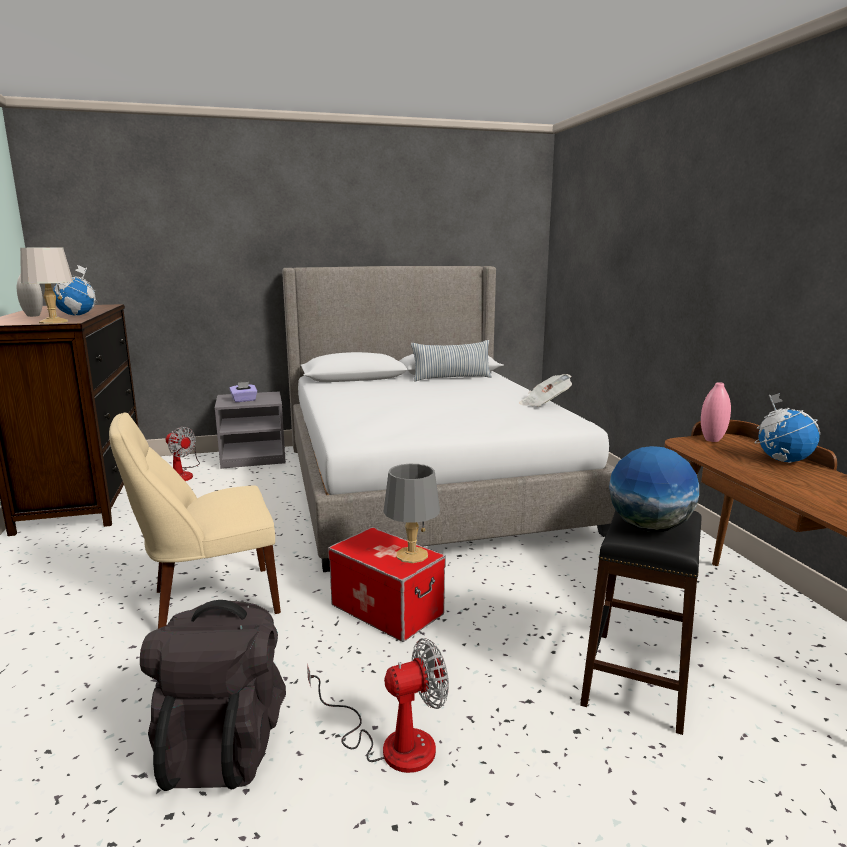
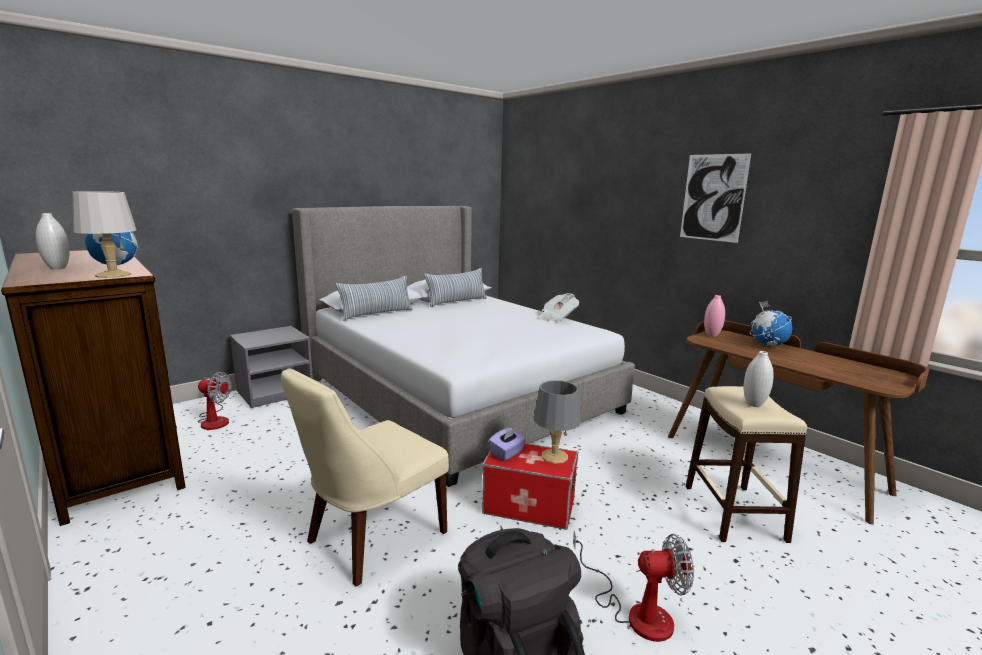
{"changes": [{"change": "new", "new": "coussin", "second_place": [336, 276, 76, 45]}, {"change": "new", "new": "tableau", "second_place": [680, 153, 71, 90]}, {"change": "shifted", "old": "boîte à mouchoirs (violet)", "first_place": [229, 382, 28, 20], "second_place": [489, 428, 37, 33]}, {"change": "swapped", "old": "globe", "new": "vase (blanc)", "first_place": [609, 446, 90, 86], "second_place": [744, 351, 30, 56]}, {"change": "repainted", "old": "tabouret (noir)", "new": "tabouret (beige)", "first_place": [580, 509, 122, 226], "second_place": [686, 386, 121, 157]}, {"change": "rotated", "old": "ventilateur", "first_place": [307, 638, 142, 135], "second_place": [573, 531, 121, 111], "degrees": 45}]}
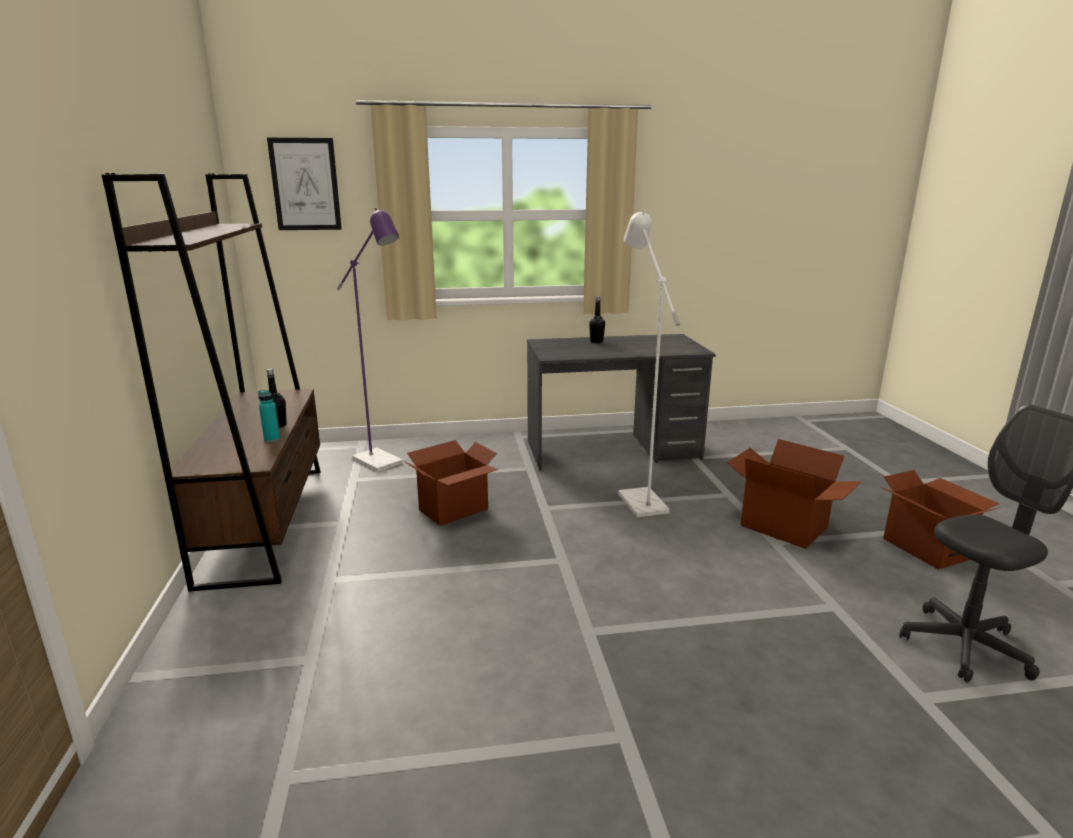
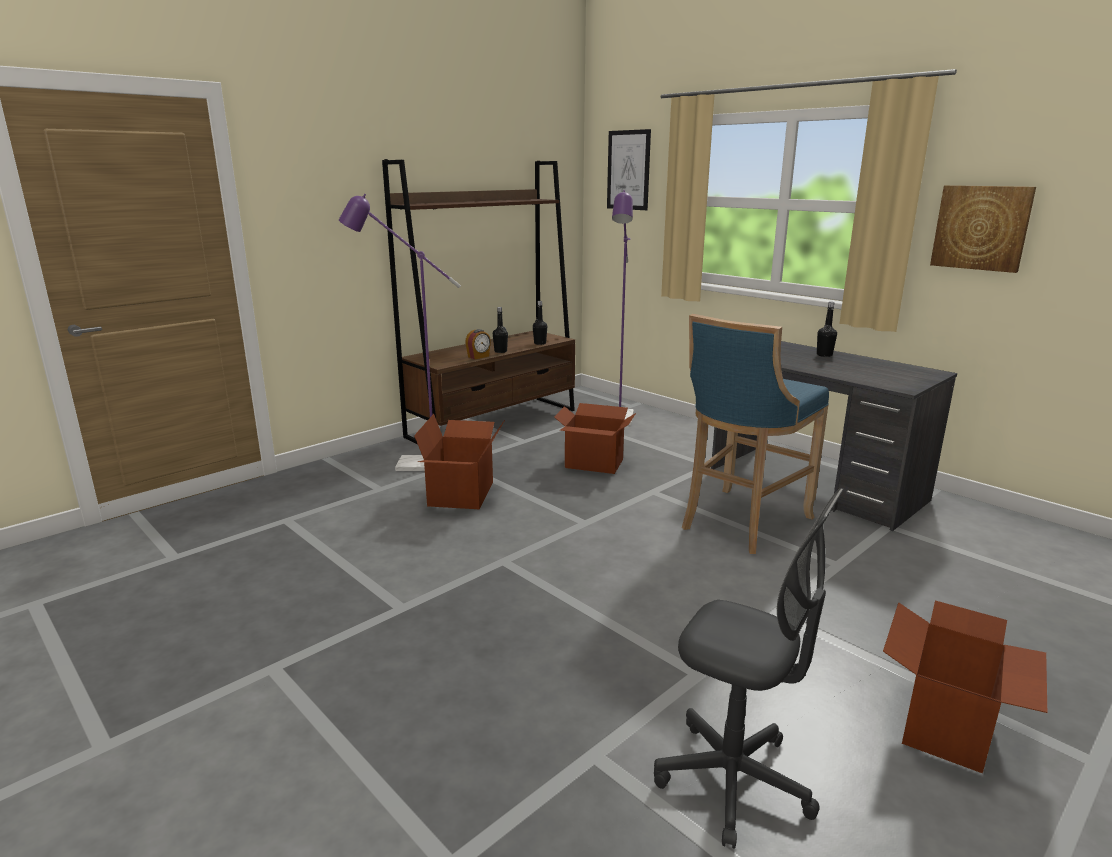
{"changes": [{"change": "new", "new": "lampadaire (violet)", "second_place": [339, 194, 122, 277]}, {"change": "new", "new": "bouteille (noir)", "second_place": [533, 301, 14, 44]}, {"change": "new", "new": "tableau", "second_place": [930, 185, 106, 88]}, {"change": "shifted", "old": "carton", "first_place": [727, 439, 135, 110], "second_place": [414, 414, 91, 95]}, {"change": "swapped", "old": "bouteille (turquoise)", "new": "réveil", "first_place": [258, 390, 22, 52], "second_place": [465, 329, 26, 30]}, {"change": "swapped", "old": "lampadaire (blanc)", "new": "tabouret (bleu)", "first_place": [618, 210, 62, 307], "second_place": [682, 314, 147, 240]}]}
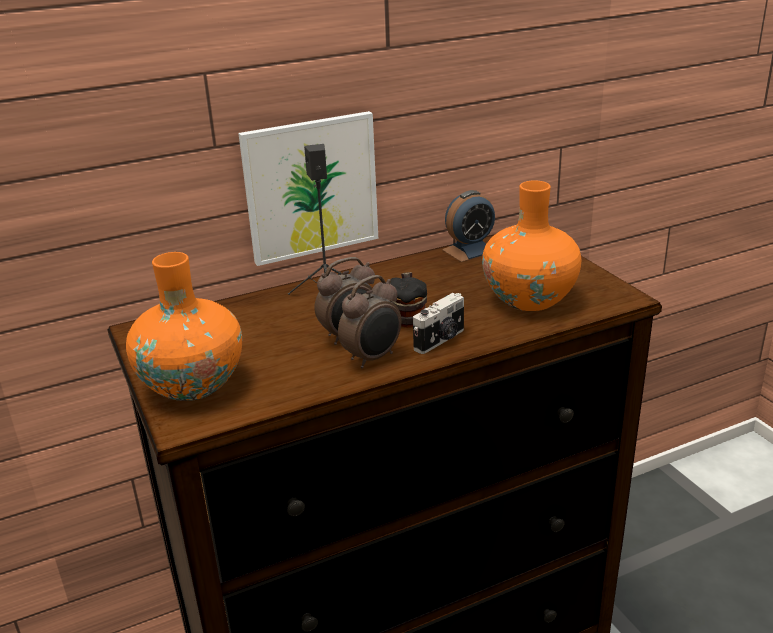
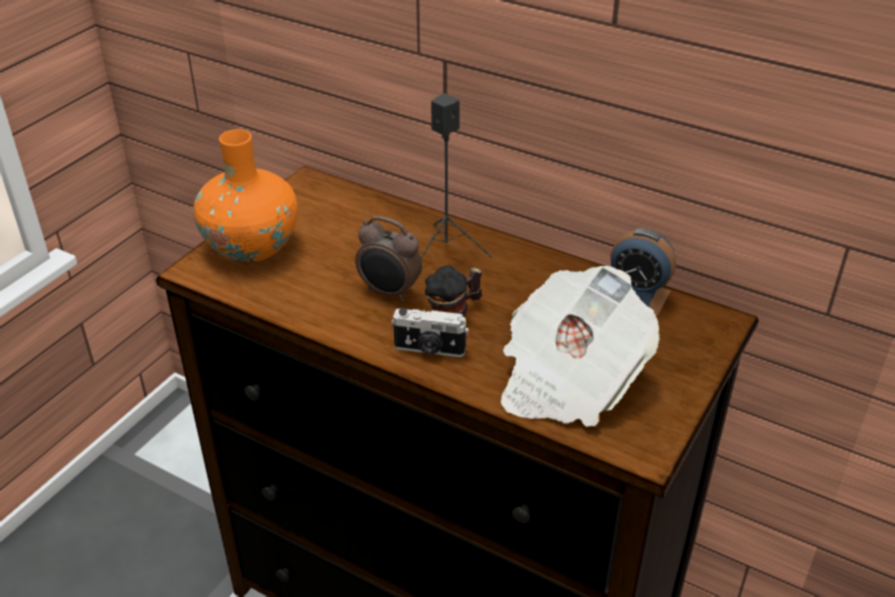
{"changes": [{"change": "gone", "old": "tableau", "first_place": [238, 111, 140, 155]}, {"change": "gone", "old": "réveil", "first_place": [338, 275, 63, 93]}, {"change": "swapped", "old": "vase (orange)", "new": "journal", "first_place": [482, 180, 99, 131], "second_place": [501, 266, 159, 161]}]}
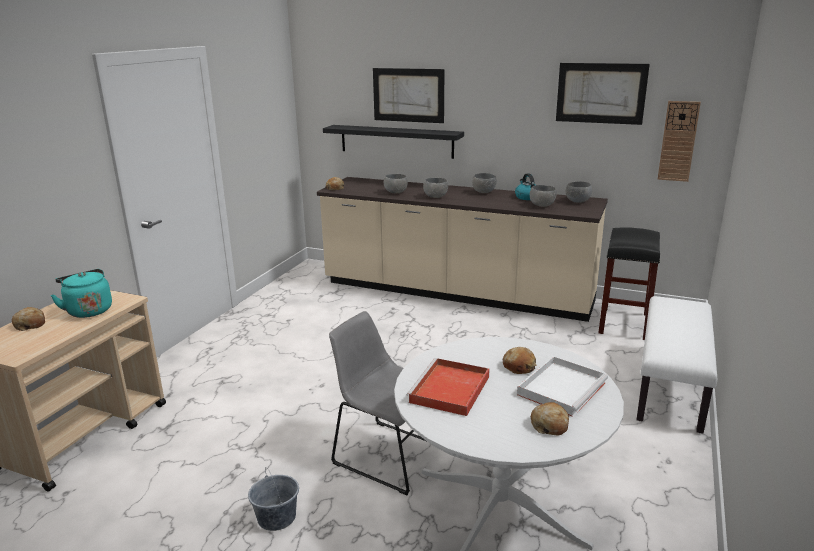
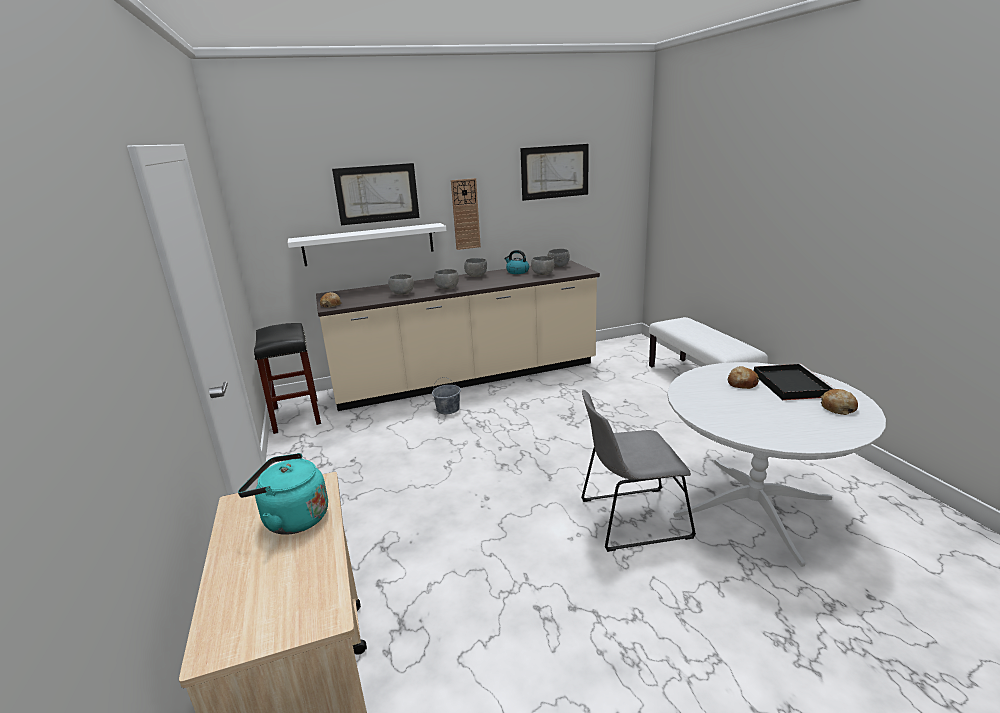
{"changes": [{"change": "gone", "old": "pain", "first_place": [12, 307, 33, 24]}, {"change": "gone", "old": "plateau (rouge)", "first_place": [406, 358, 83, 58]}, {"change": "shifted", "old": "seau (gris)", "first_place": [248, 467, 51, 64], "second_place": [432, 377, 29, 37]}, {"change": "shifted", "old": "tabouret (noir)", "first_place": [598, 227, 62, 113], "second_place": [254, 323, 67, 111]}, {"change": "shifted", "old": "horloge murale", "first_place": [658, 101, 43, 81], "second_place": [451, 178, 30, 72]}, {"change": "repainted", "old": "étagère (noir)", "new": "étagère (blanc)", "first_place": [323, 125, 141, 34], "second_place": [288, 223, 158, 43]}, {"change": "repainted", "old": "plateau (blanc)", "new": "plateau (noir)", "first_place": [517, 356, 91, 61], "second_place": [754, 364, 81, 36]}]}
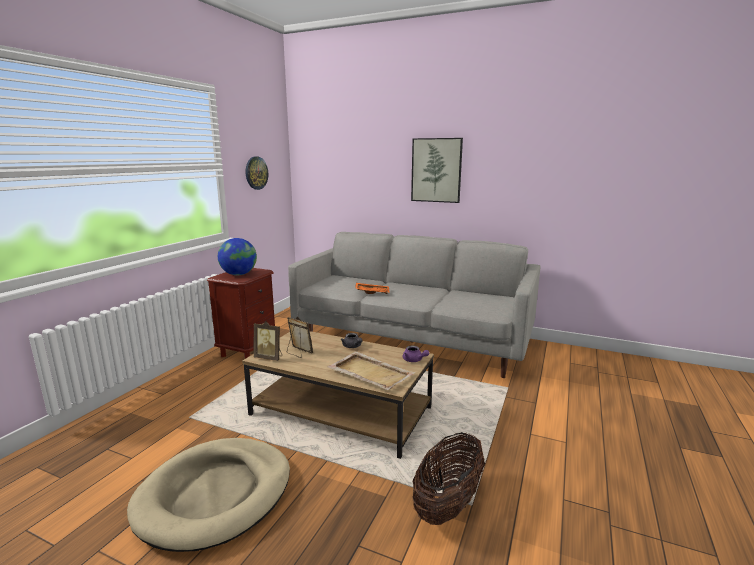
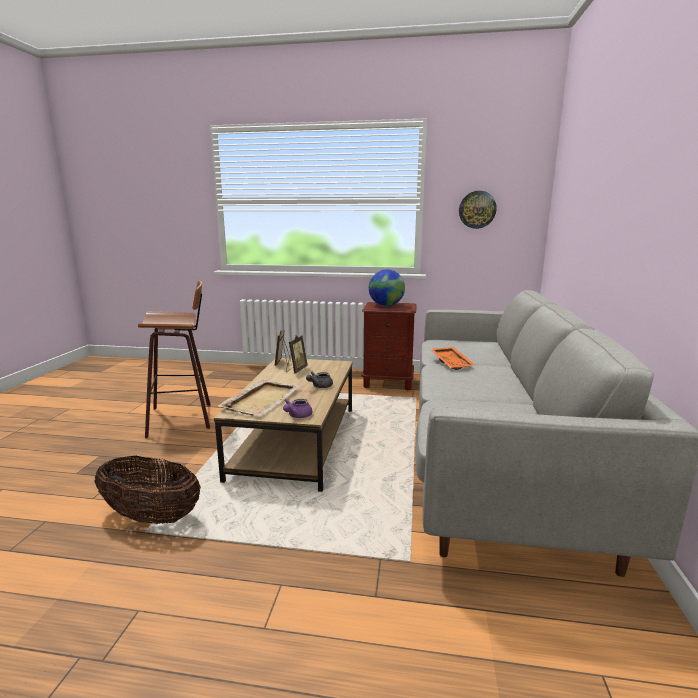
{"changes": [{"change": "gone", "old": "tableau", "first_place": [411, 138, 52, 65]}, {"change": "swapped", "old": "panier pour chien (beige)", "new": "tabouret", "first_place": [127, 438, 163, 114], "second_place": [138, 281, 72, 157]}]}
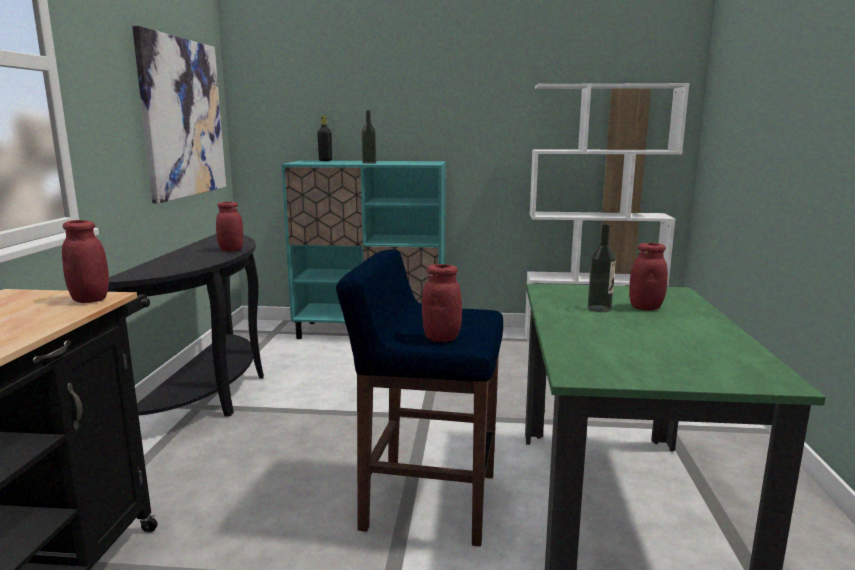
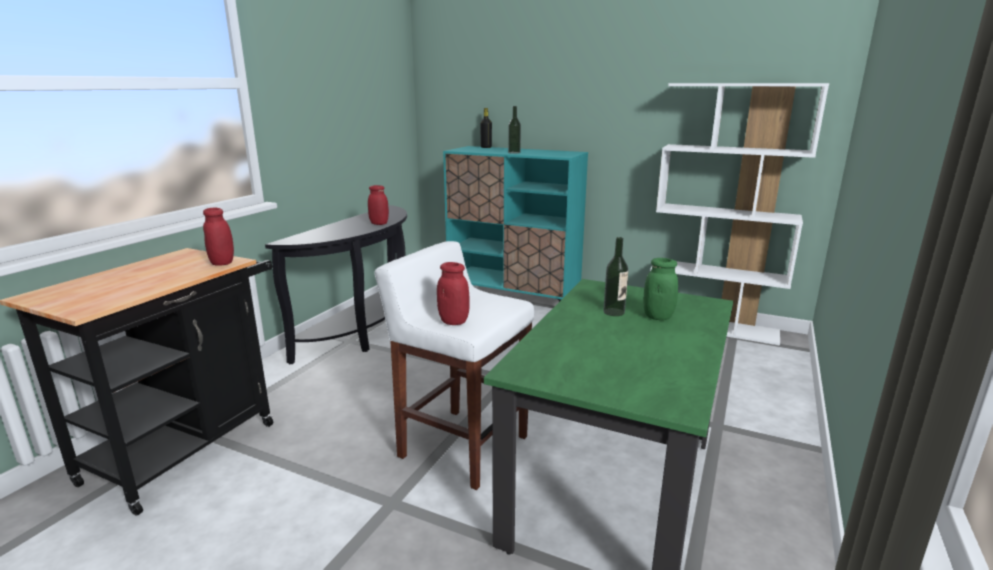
{"changes": [{"change": "gone", "old": "tableau", "first_place": [132, 26, 94, 177]}, {"change": "repainted", "old": "tabouret (bleu)", "new": "tabouret (blanc)", "first_place": [336, 250, 167, 297], "second_place": [374, 241, 160, 249]}, {"change": "repainted", "old": "bocal (rouge)", "new": "bocal (vert)", "first_place": [629, 243, 39, 67], "second_place": [643, 258, 35, 62]}]}
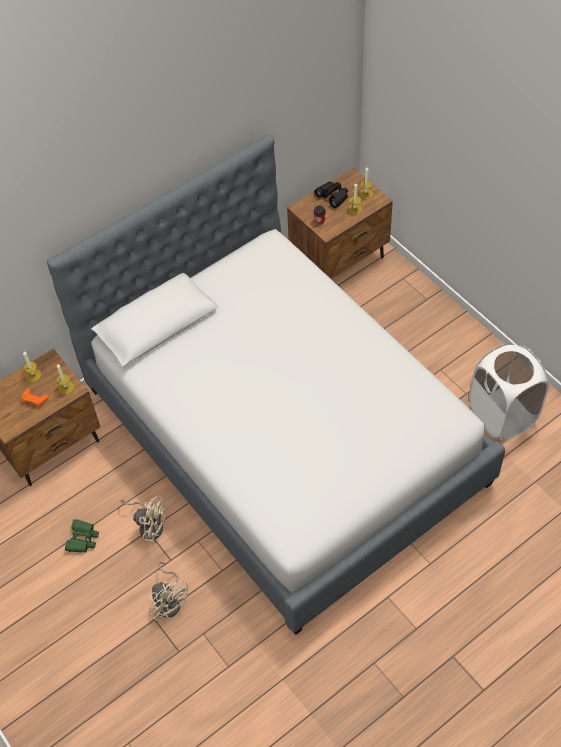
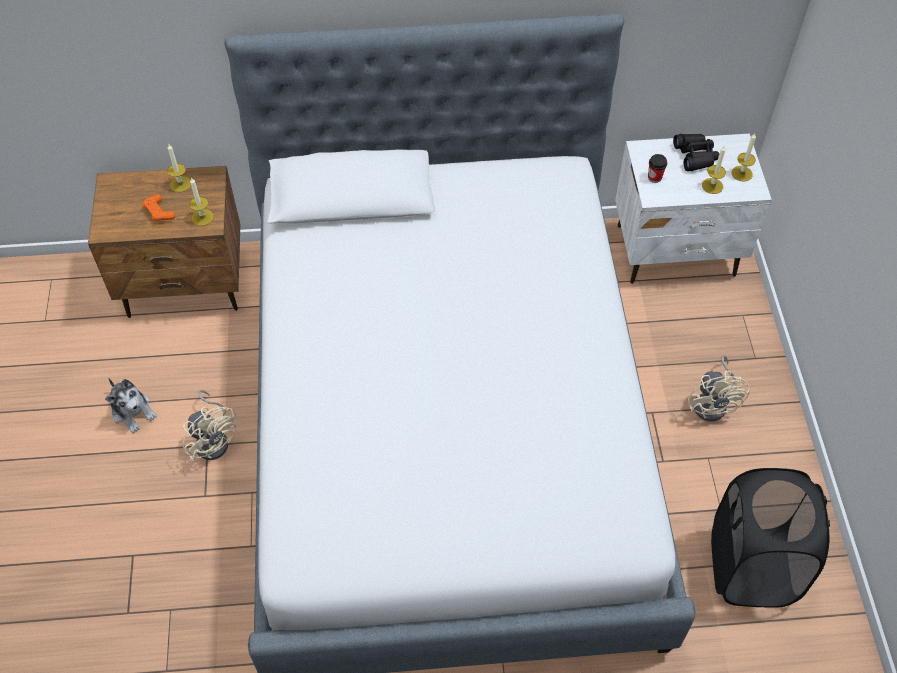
{"changes": [{"change": "shifted", "old": "ventilateur (beige)", "first_place": [149, 562, 39, 59], "second_place": [688, 355, 62, 67]}, {"change": "swapped", "old": "jumelles (vert)", "new": "peluche", "first_place": [65, 519, 34, 34], "second_place": [105, 377, 52, 56]}, {"change": "repainted", "old": "table de chevet (marron)", "new": "table de chevet (blanc)", "first_place": [287, 168, 106, 111], "second_place": [615, 134, 157, 150]}, {"change": "repainted", "old": "panier à linge (blanc)", "new": "panier à linge (noir)", "first_place": [469, 343, 80, 97], "second_place": [711, 468, 119, 140]}]}
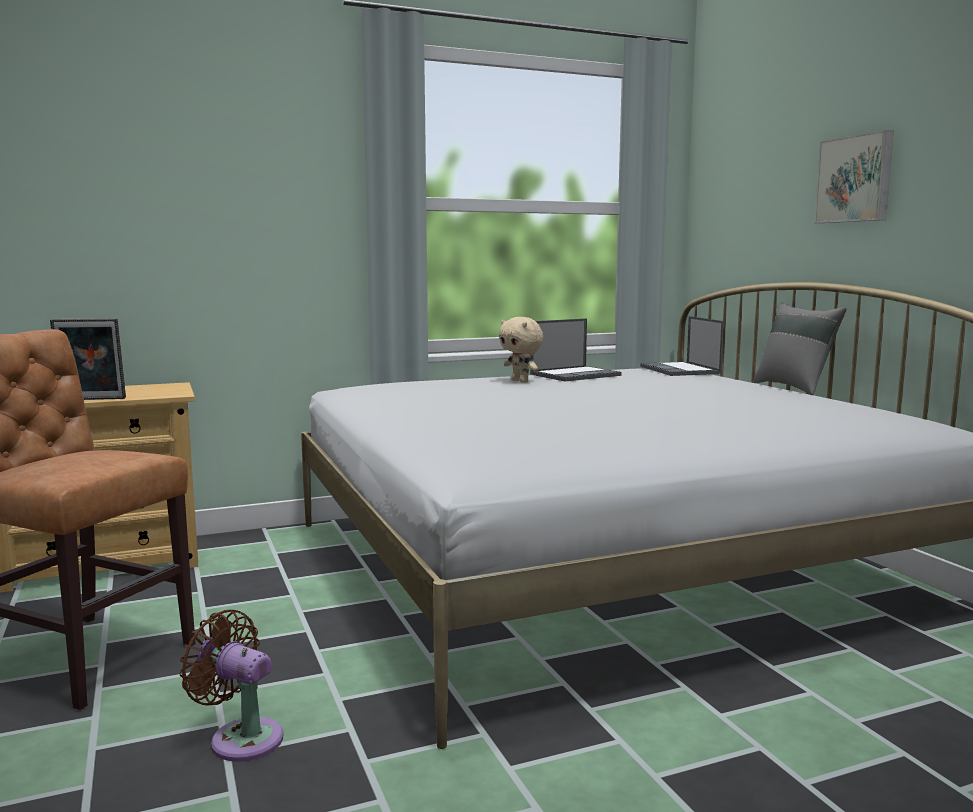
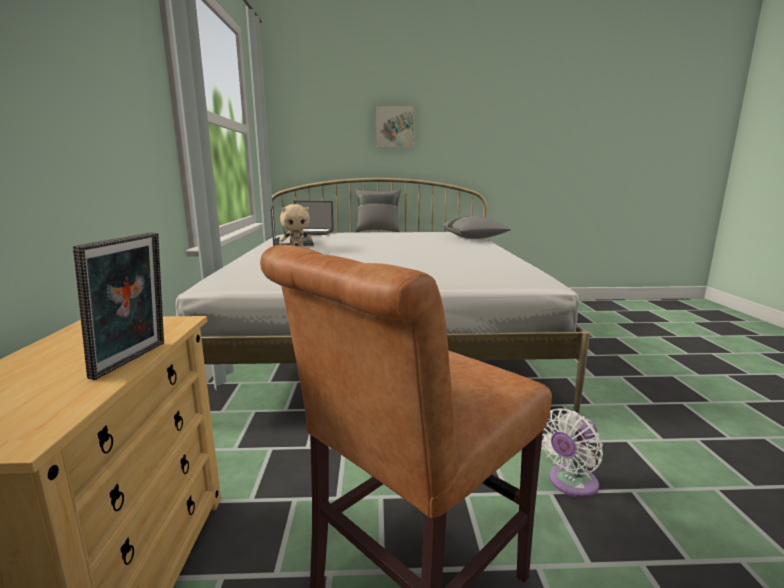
{"changes": [{"change": "new", "new": "coussin (gris)", "second_place": [442, 216, 69, 23]}, {"change": "repainted", "old": "ventilateur (marron)", "new": "ventilateur (blanc)", "first_place": [179, 610, 104, 152], "second_place": [541, 408, 62, 90]}]}
